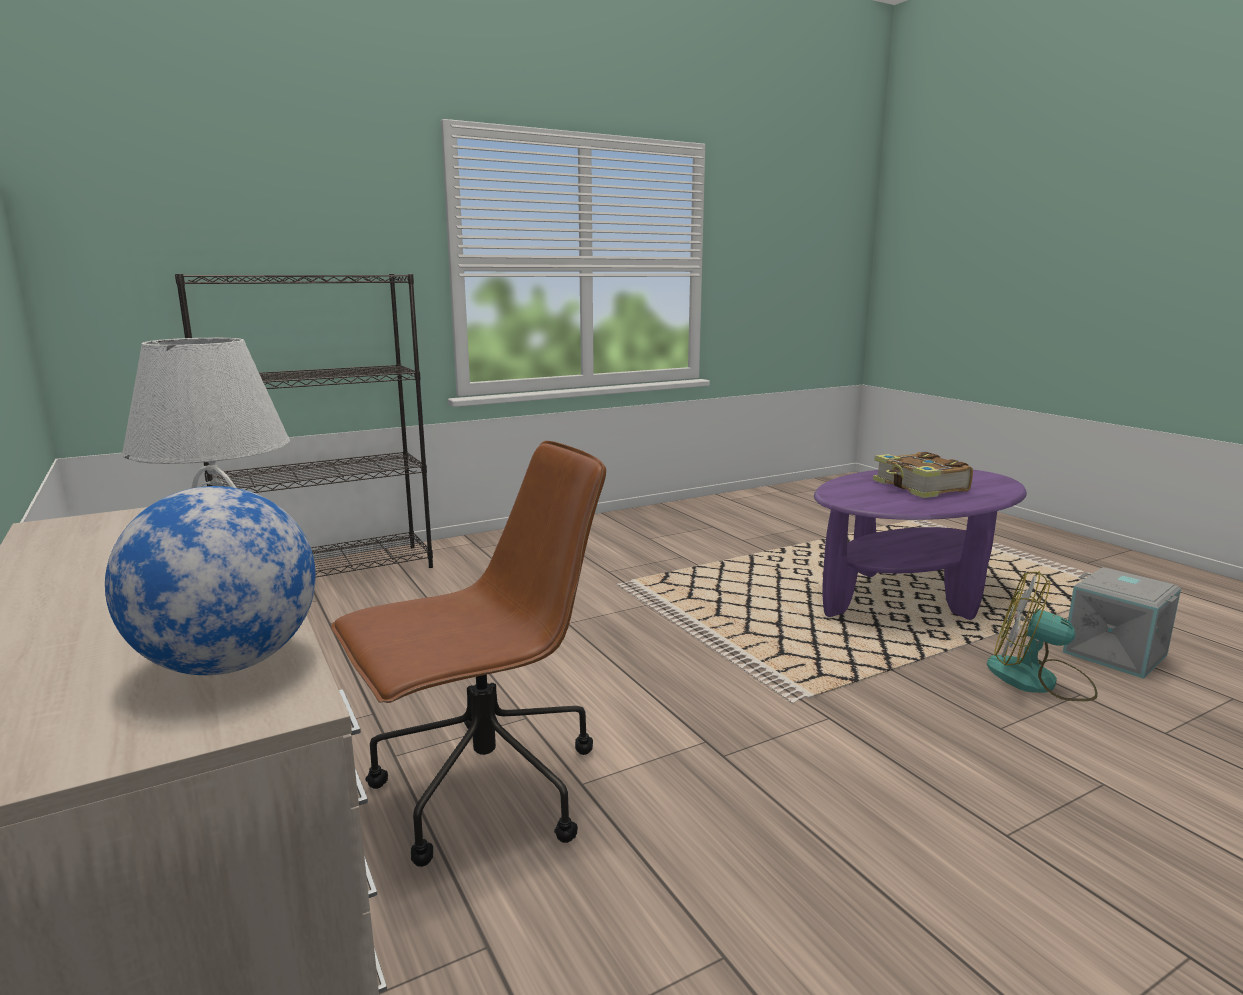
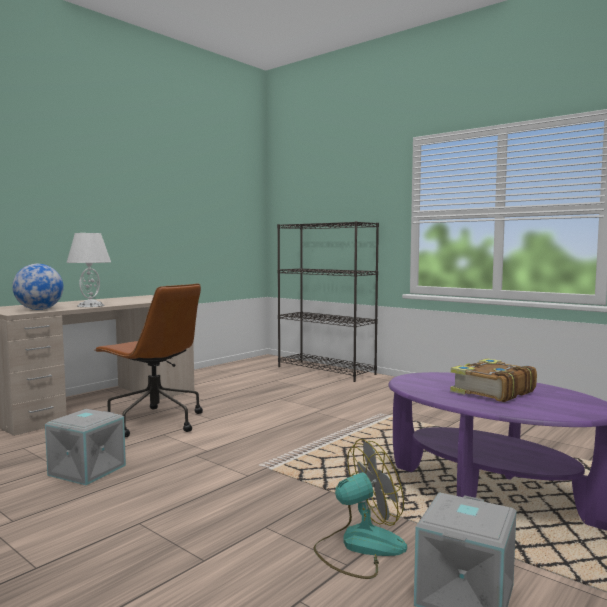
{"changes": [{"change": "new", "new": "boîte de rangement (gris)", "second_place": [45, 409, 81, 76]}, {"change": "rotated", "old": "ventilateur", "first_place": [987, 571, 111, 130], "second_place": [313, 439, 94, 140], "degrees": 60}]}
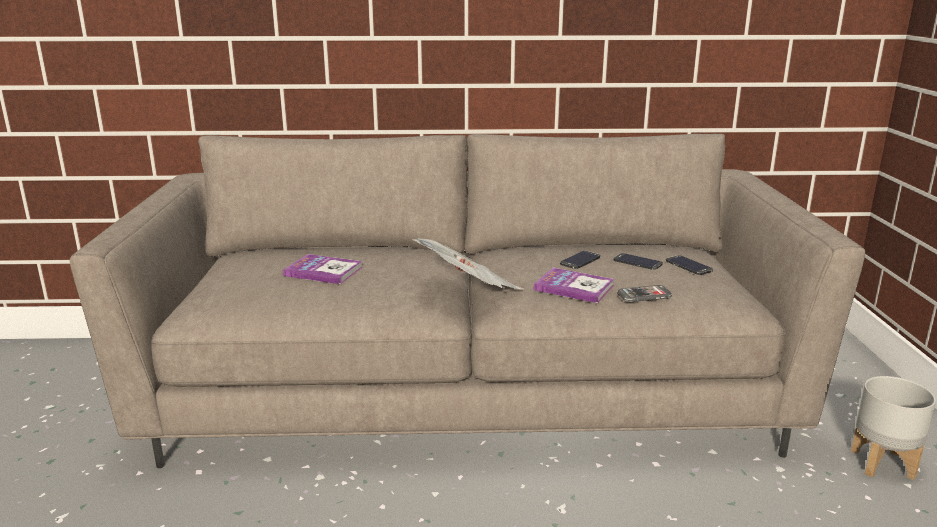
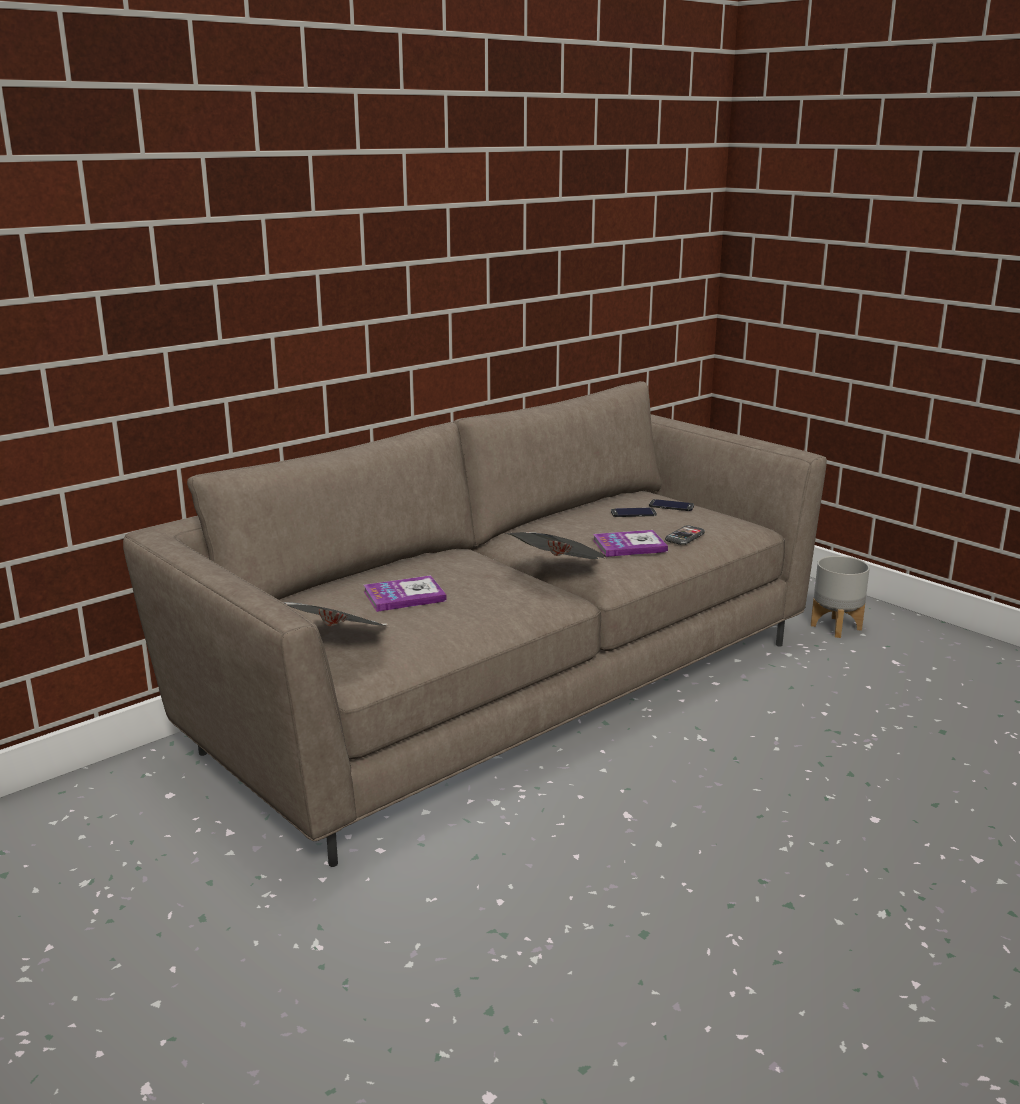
{"changes": [{"change": "gone", "old": "téléphone", "first_place": [560, 251, 40, 18]}, {"change": "new", "new": "journal", "second_place": [283, 602, 106, 25]}]}
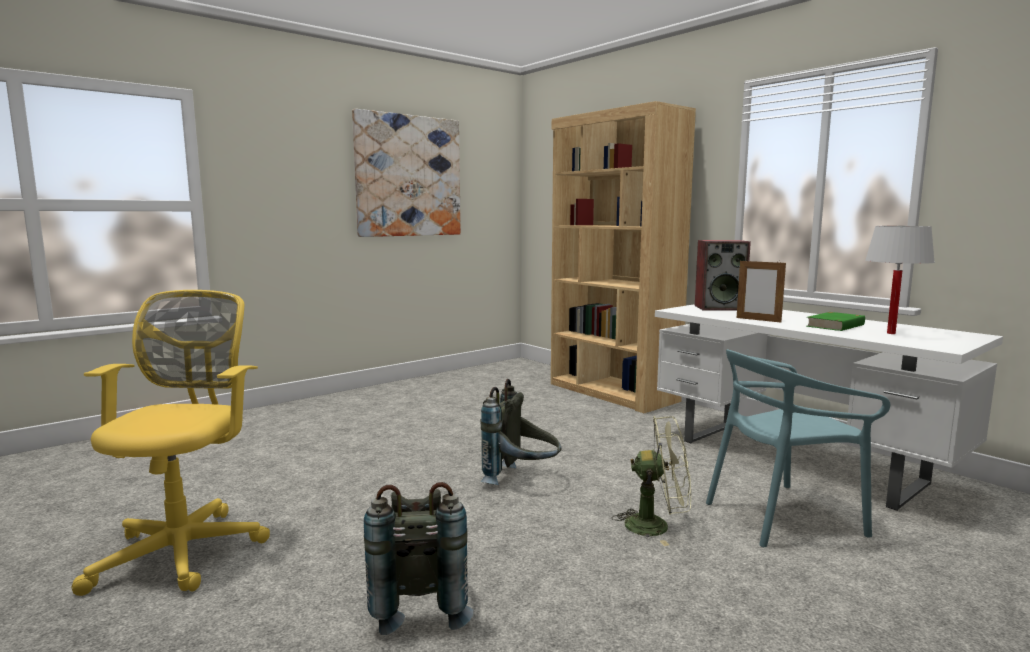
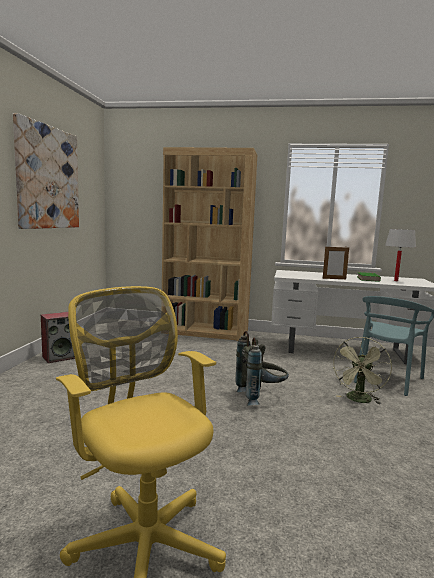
{"changes": [{"change": "gone", "old": "sac à dos (gris)", "first_place": [364, 482, 109, 153]}, {"change": "shifted", "old": "enceinte", "first_place": [695, 240, 56, 71], "second_place": [41, 312, 34, 51]}, {"change": "rotated", "old": "ventilateur (vert)", "first_place": [612, 416, 79, 130], "second_place": [332, 337, 60, 67], "degrees": 150}]}
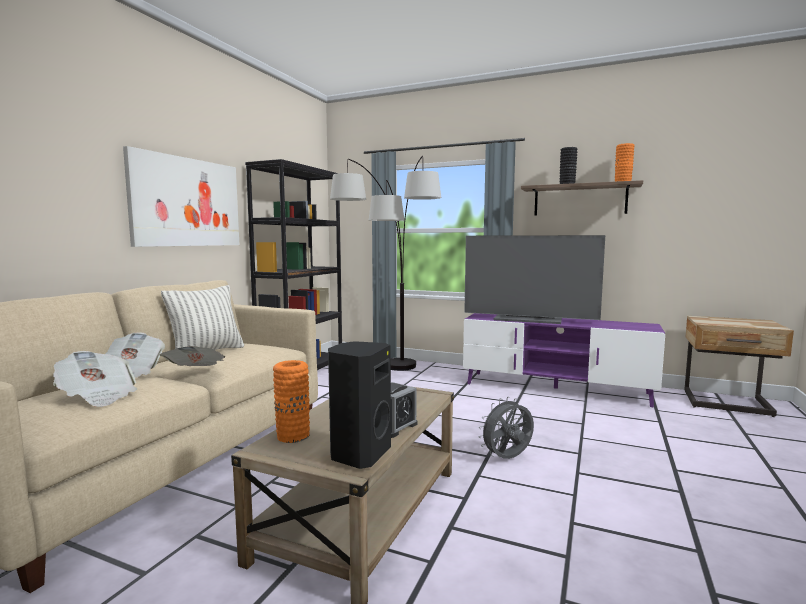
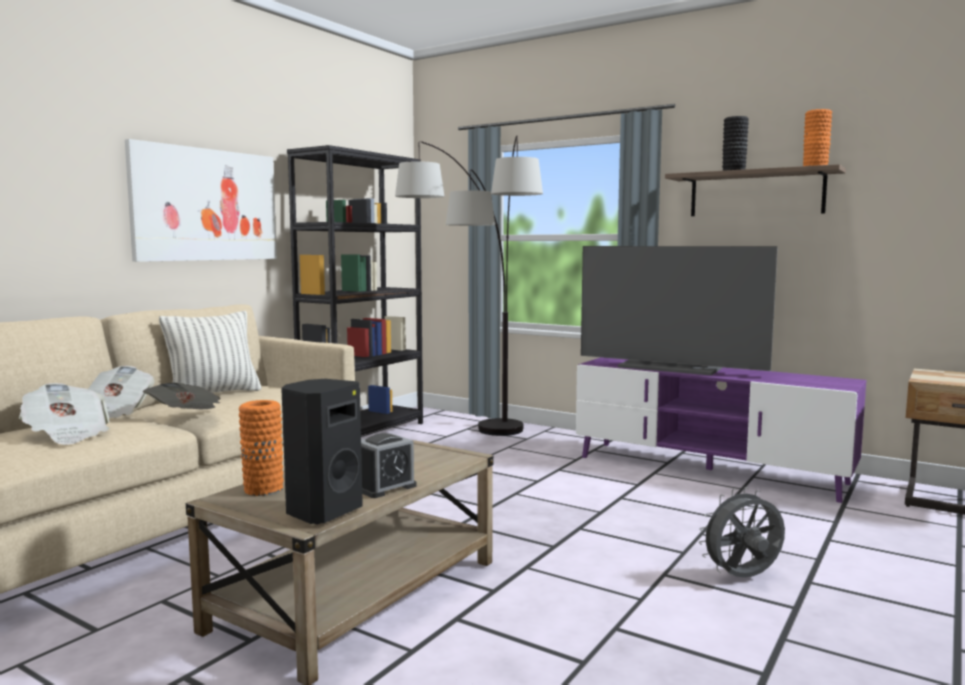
{"changes": [{"change": "shifted", "old": "ventilateur (gris)", "first_place": [479, 397, 55, 62], "second_place": [699, 487, 86, 91]}]}
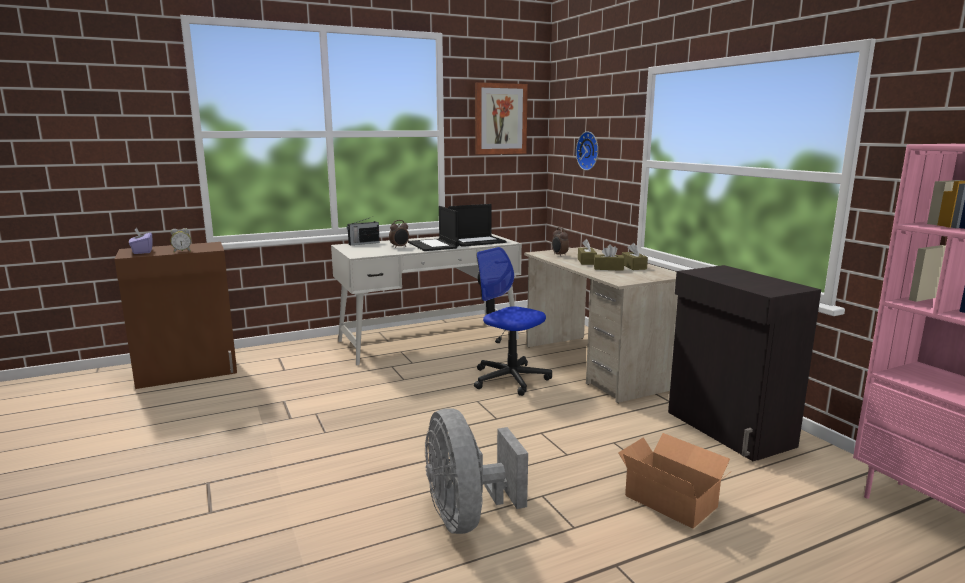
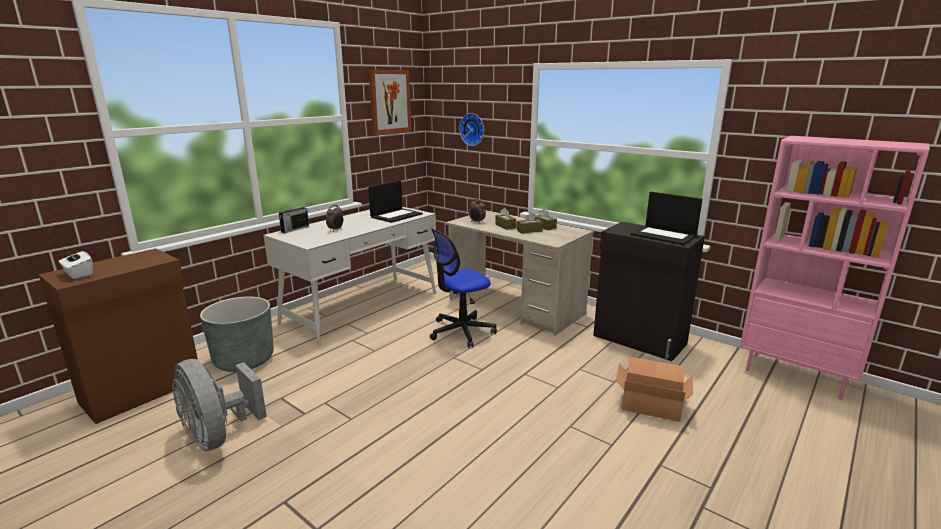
{"changes": [{"change": "gone", "old": "réveil", "first_place": [170, 228, 21, 25]}, {"change": "new", "new": "cache-pot (gris)", "second_place": [200, 297, 74, 75]}, {"change": "shifted", "old": "ordinateur portable", "first_place": [408, 206, 51, 45], "second_place": [631, 192, 71, 53]}, {"change": "shifted", "old": "ventilateur (gris)", "first_place": [425, 408, 103, 126], "second_place": [172, 359, 95, 92]}, {"change": "repainted", "old": "boîte à mouchoirs (violet)", "new": "boîte à mouchoirs (blanc)", "first_place": [129, 228, 24, 26], "second_place": [59, 251, 34, 28]}, {"change": "rotated", "old": "chaise de bureau", "first_place": [474, 247, 78, 149], "second_place": [430, 228, 67, 120], "degrees": -45}]}
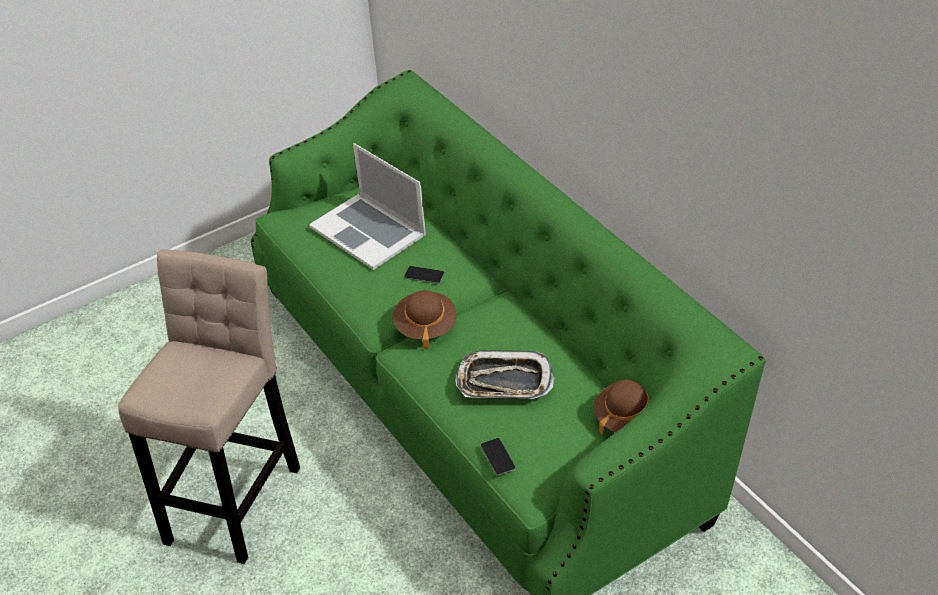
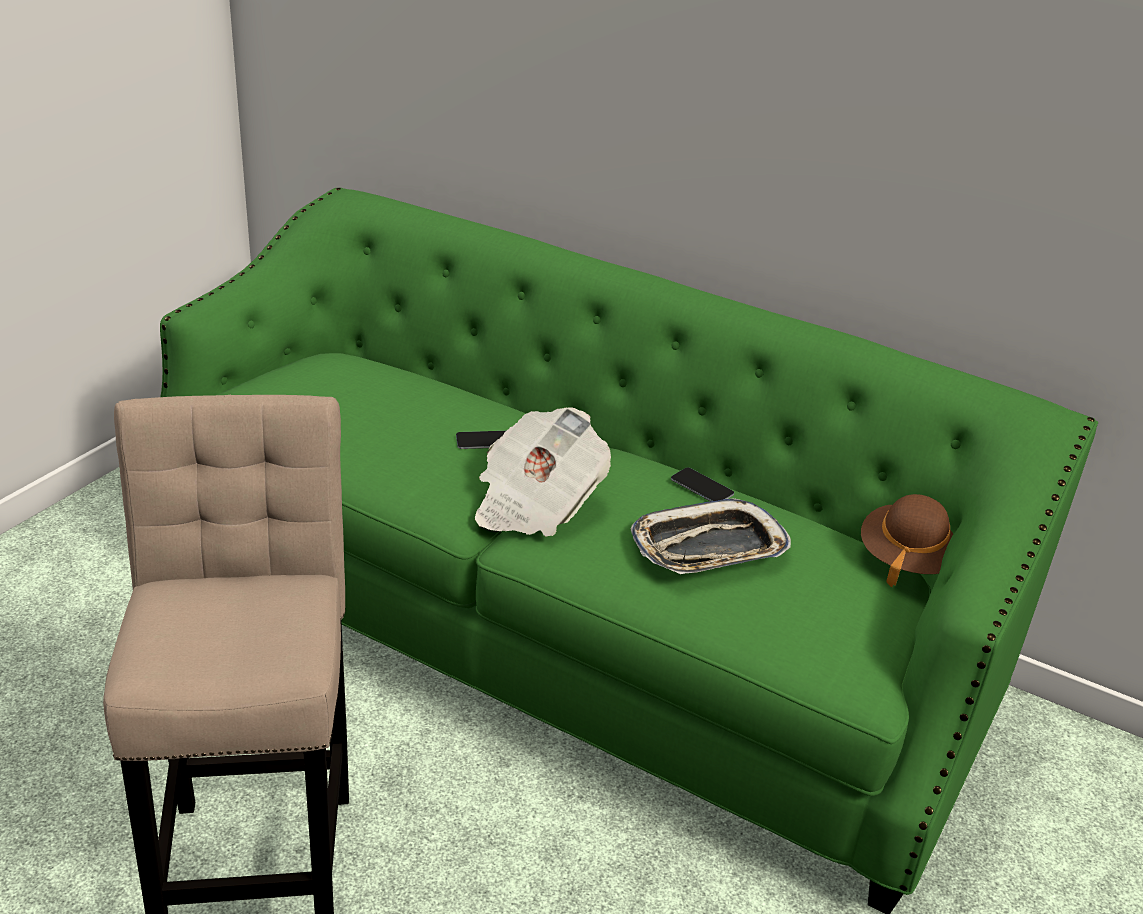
{"changes": [{"change": "gone", "old": "ordinateur portable", "first_place": [309, 143, 117, 127]}, {"change": "shifted", "old": "téléphone", "first_place": [481, 438, 35, 37], "second_place": [671, 468, 63, 34]}, {"change": "swapped", "old": "chapeau (marron)", "new": "journal", "first_place": [393, 290, 64, 60], "second_place": [475, 407, 136, 130]}]}
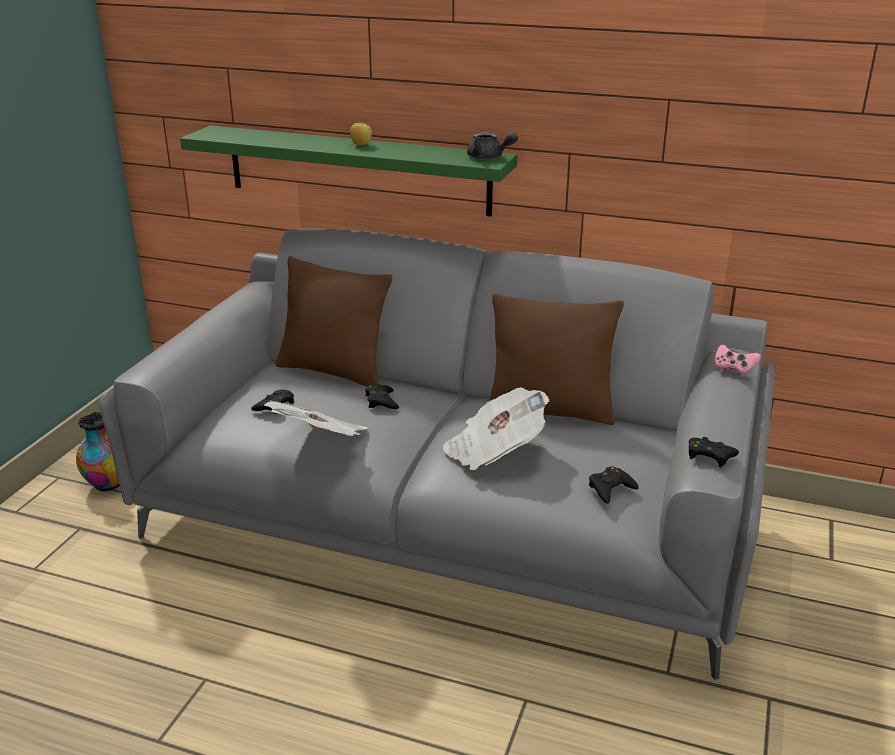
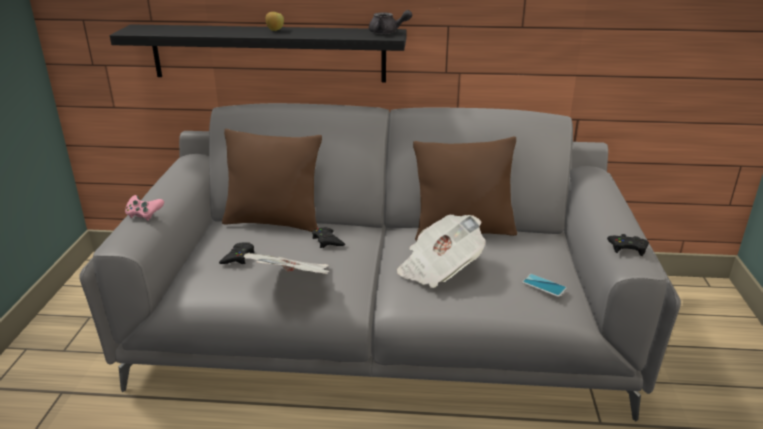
{"changes": [{"change": "gone", "old": "vase", "first_place": [76, 412, 44, 80]}, {"change": "shifted", "old": "manette (rose)", "first_place": [715, 345, 46, 32], "second_place": [125, 195, 39, 26]}, {"change": "swapped", "old": "manette (noir)", "new": "téléphone", "first_place": [589, 466, 50, 38], "second_place": [522, 274, 45, 23]}, {"change": "repainted", "old": "étagère (vert)", "new": "étagère (noir)", "first_place": [180, 125, 338, 92], "second_place": [110, 24, 297, 58]}]}
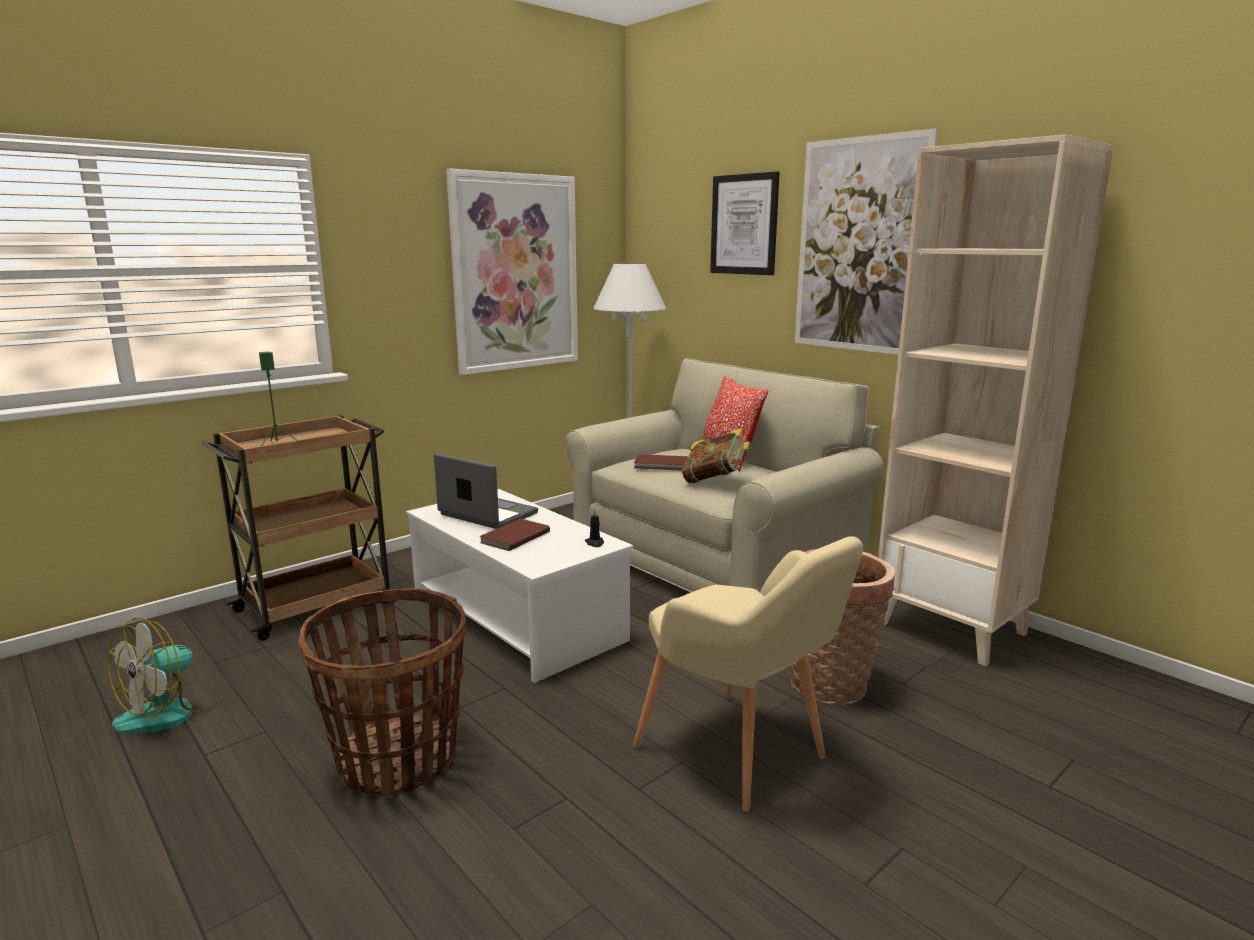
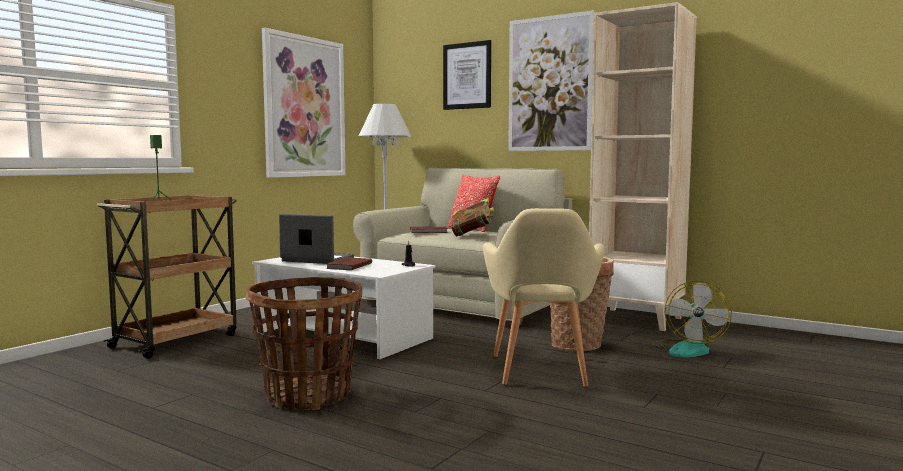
{"changes": [{"change": "shifted", "old": "ventilateur", "first_place": [108, 618, 117, 116], "second_place": [651, 280, 81, 77]}, {"change": "rotated", "old": "fauteuil (beige)", "first_place": [633, 536, 230, 276], "second_place": [483, 208, 122, 179], "degrees": 60}]}
